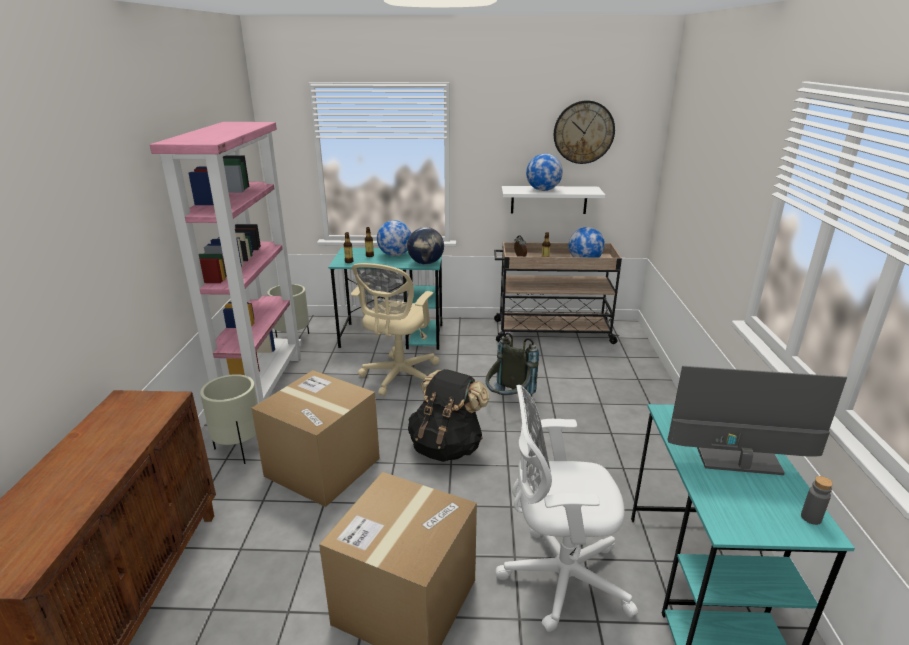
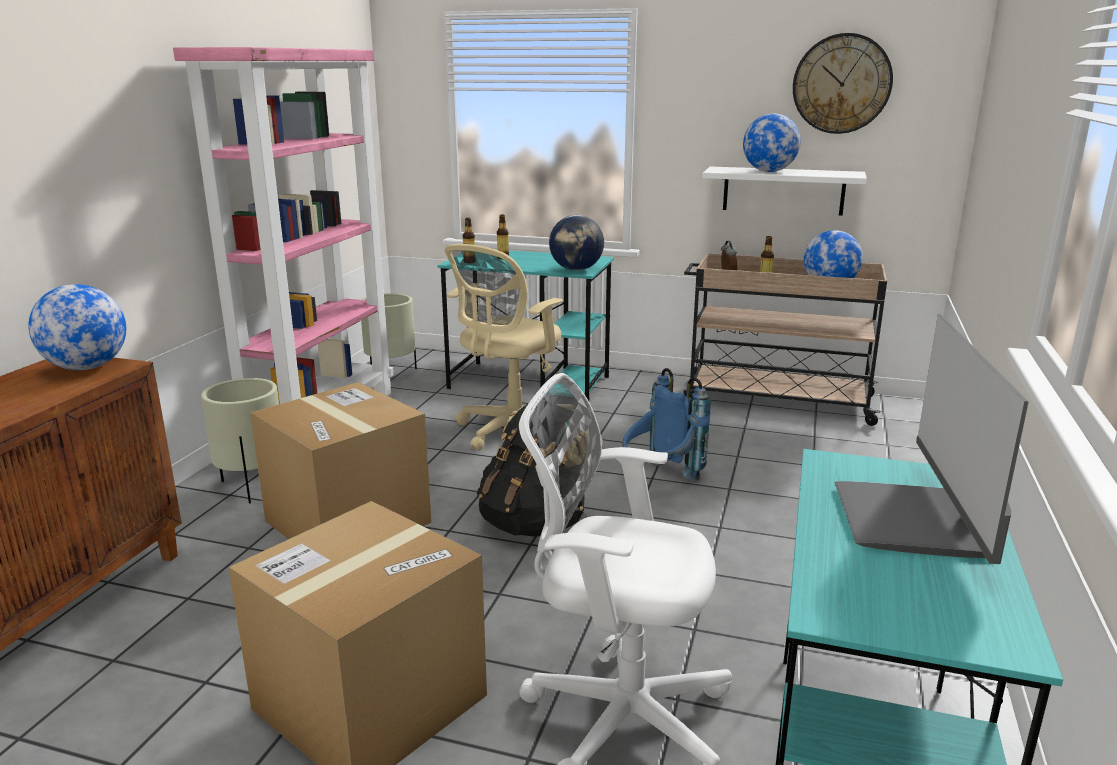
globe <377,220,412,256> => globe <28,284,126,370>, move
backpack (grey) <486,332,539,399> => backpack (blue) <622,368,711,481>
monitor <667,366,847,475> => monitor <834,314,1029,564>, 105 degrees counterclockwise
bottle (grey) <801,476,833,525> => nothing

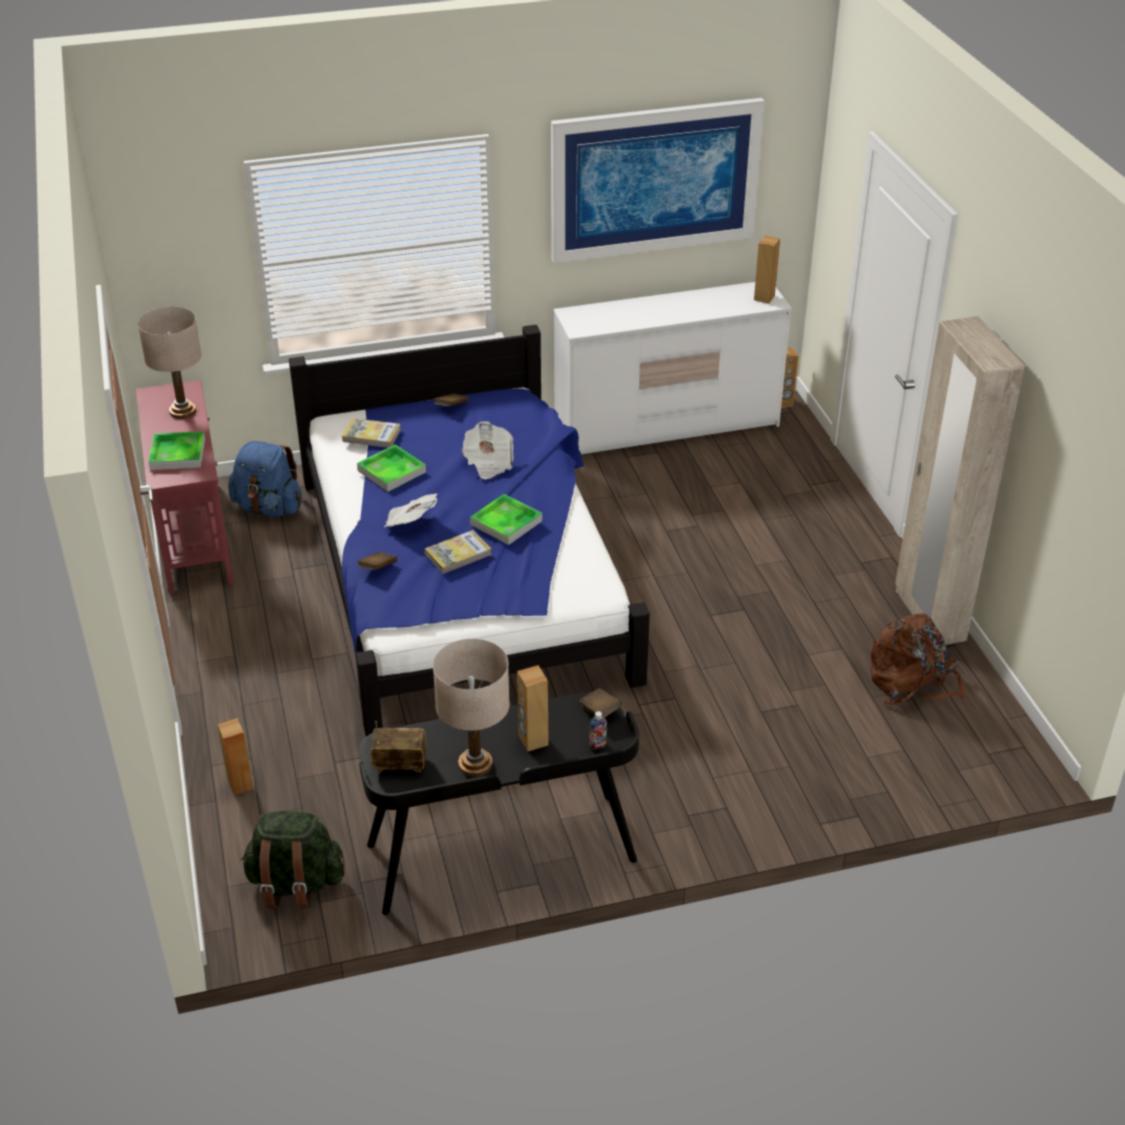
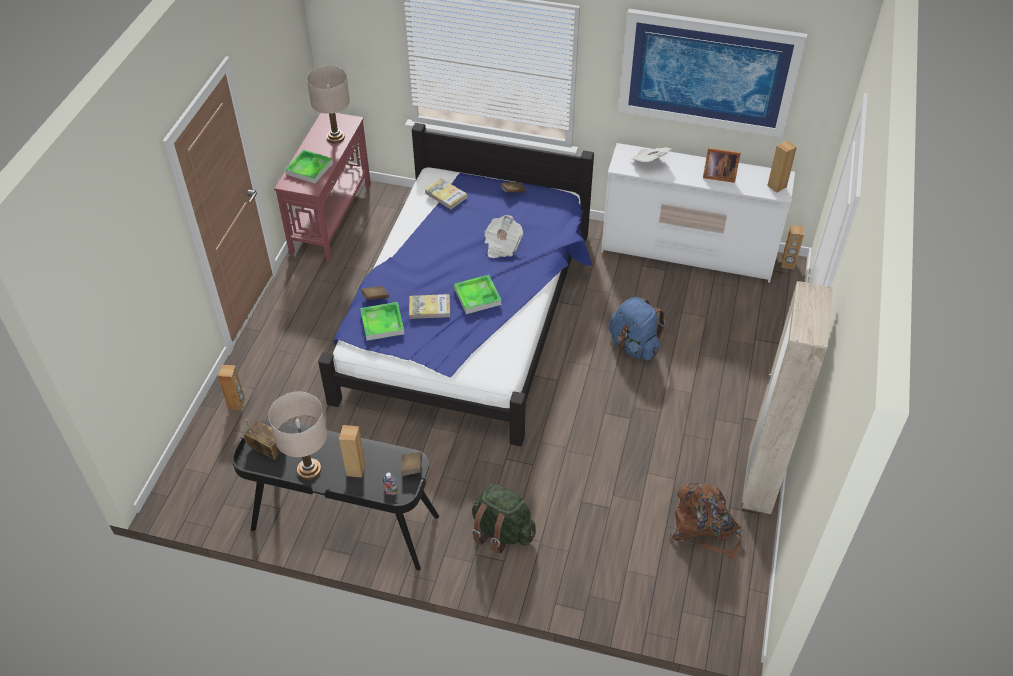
backpack (blue) <228,441,302,517> => backpack (blue) <609,297,665,361>, move
backpack (green) <241,811,345,909> => backpack (green) <472,484,536,554>, move
tray <357,444,426,492> => tray <360,302,404,341>, move
newspaper <384,493,437,527> => newspaper <632,147,671,162>, move
nothing => picture frame <703,148,741,183>

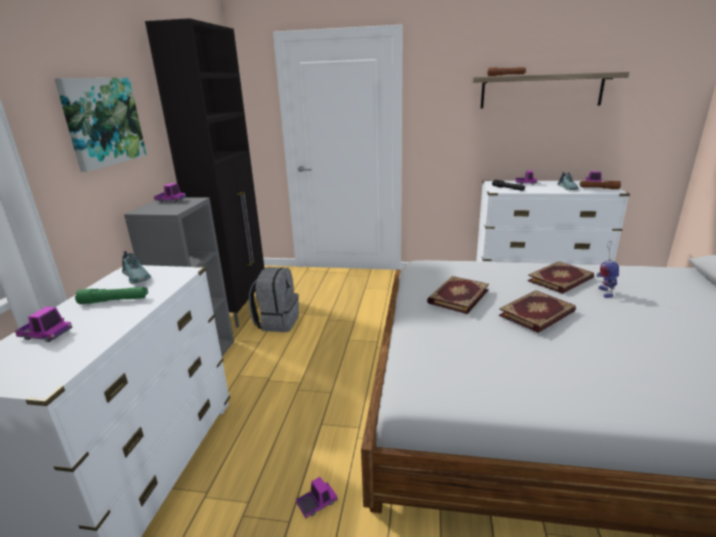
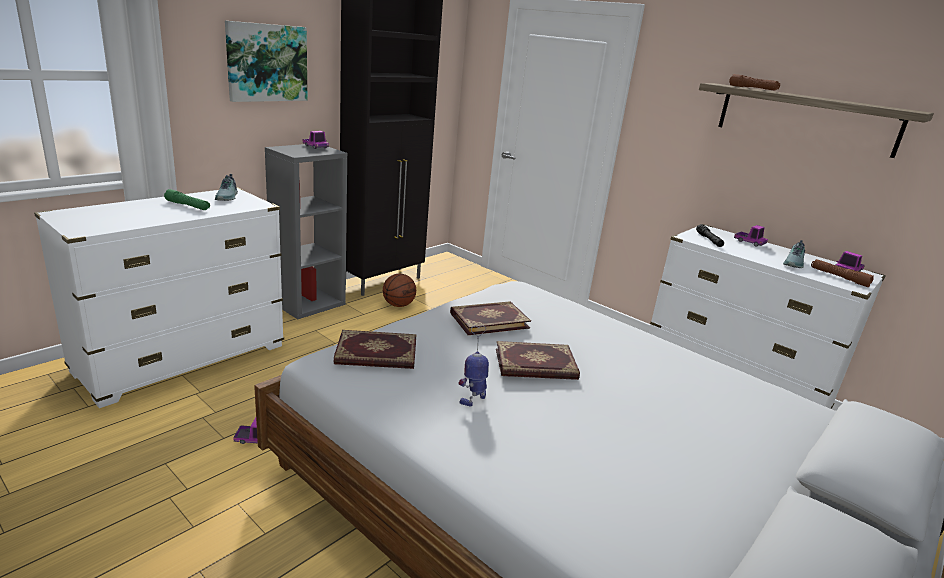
toy truck <15,306,72,342> => nothing
backpack (grey) <249,267,299,332> => basketball <383,274,416,307>
book <527,261,594,294> => book <334,330,417,369>, move
toy robot <596,242,619,298> => toy robot <458,326,489,407>, move

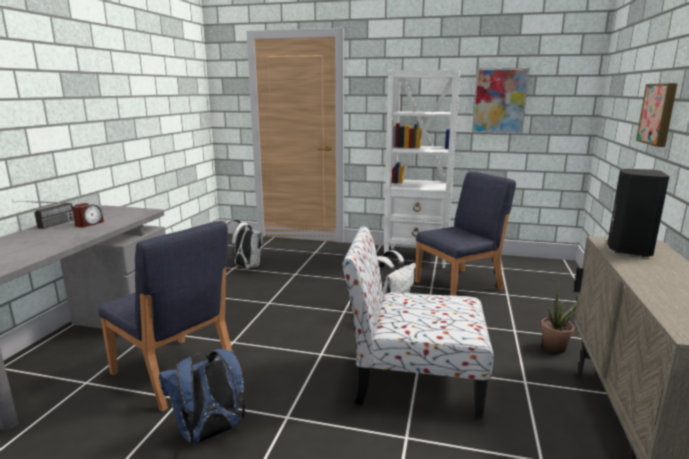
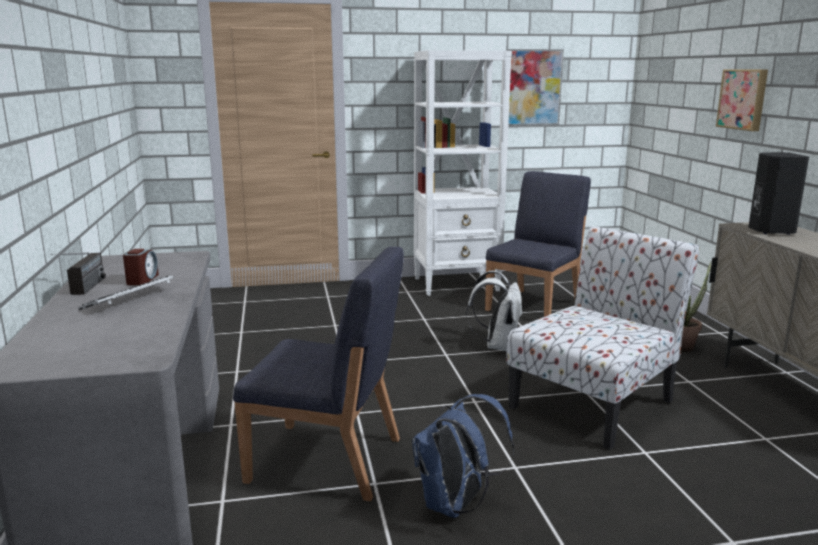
backpack (white) <225,219,264,269> => nothing
chair <342,226,493,419> => chair <506,226,700,450>, 150 degrees clockwise
nothing => keyboard <78,275,174,310>

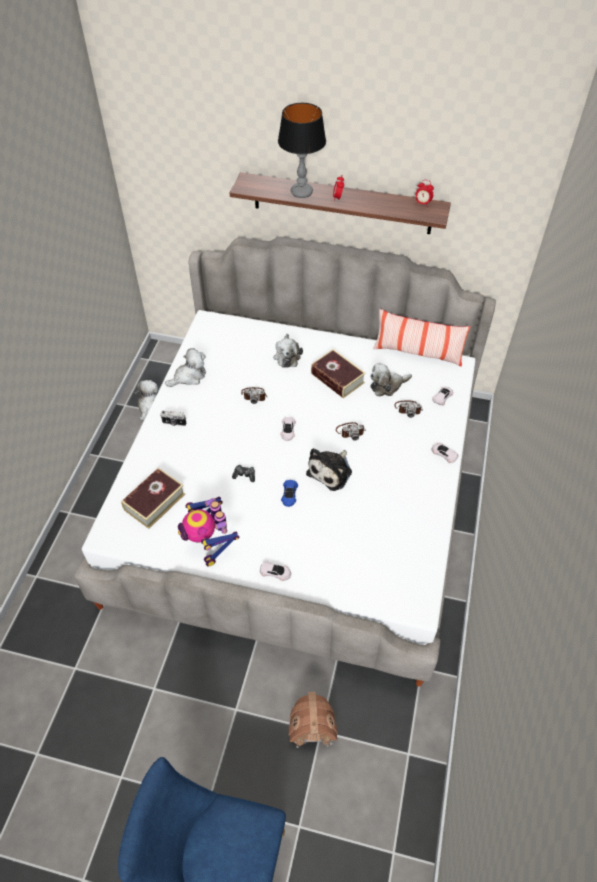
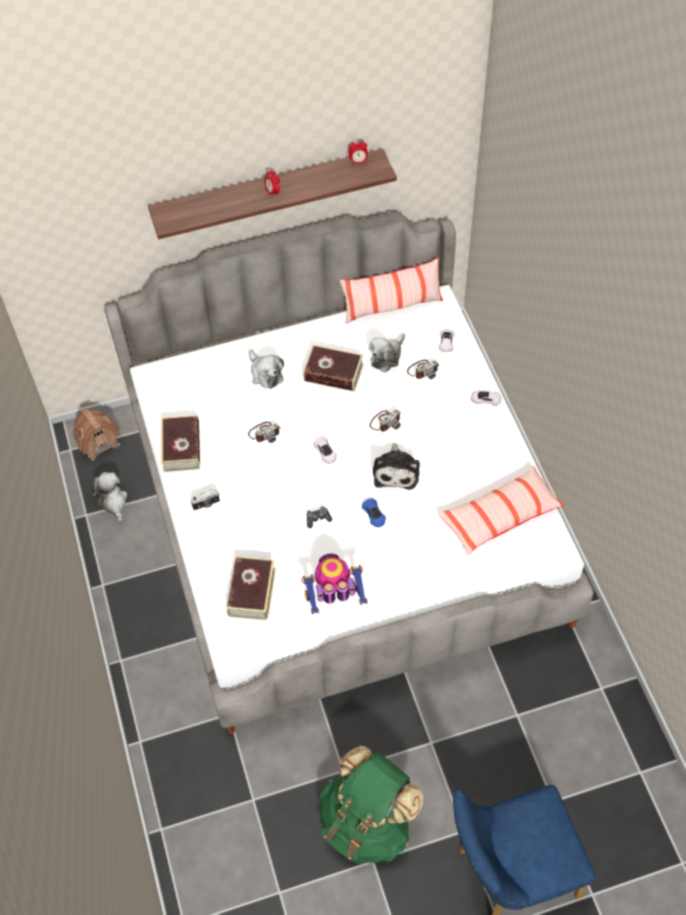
plush toy <165,348,206,387> => book <161,415,200,472>
toy robot <178,497,240,566> => toy robot <301,554,368,615>, 135 degrees clockwise
toy car (white) <260,561,291,581> => nothing
table lamp <278,103,326,198> => nothing
toy house <289,692,338,748> => toy house <73,408,121,461>, move
nothing => backpack (green) <319,746,423,865>
nothing => pillow <438,466,565,556>

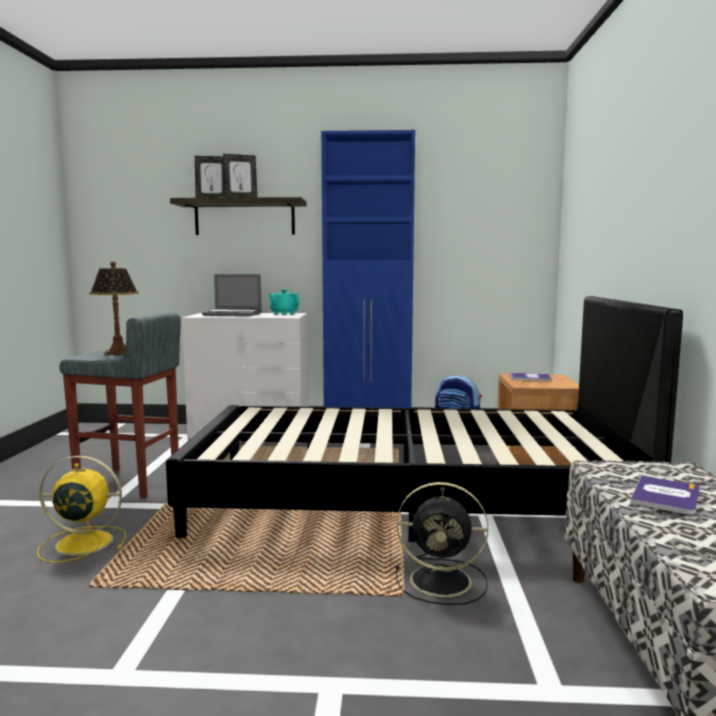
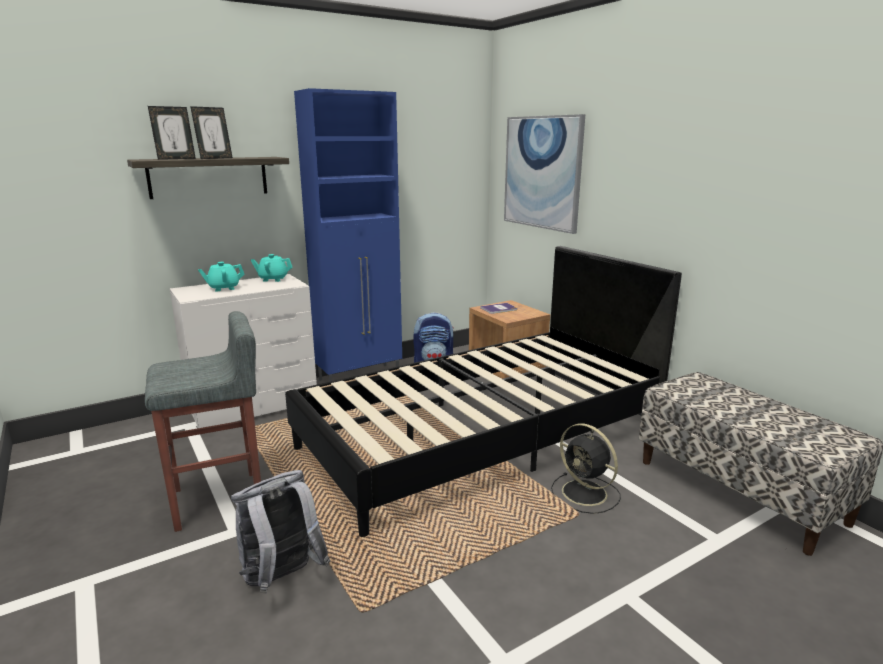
fan (yellow) <37,456,126,563> => backpack (grey) <231,470,331,593>
table lamp <89,262,139,355> => nothing
laptop <202,274,262,317> => teapot (turquoise) <198,262,244,291>
fan (black) <395,482,488,605> => fan (black) <551,423,621,514>, 75 degrees clockwise
book <630,476,700,515> => nothing
nothing => picture <504,114,585,234>

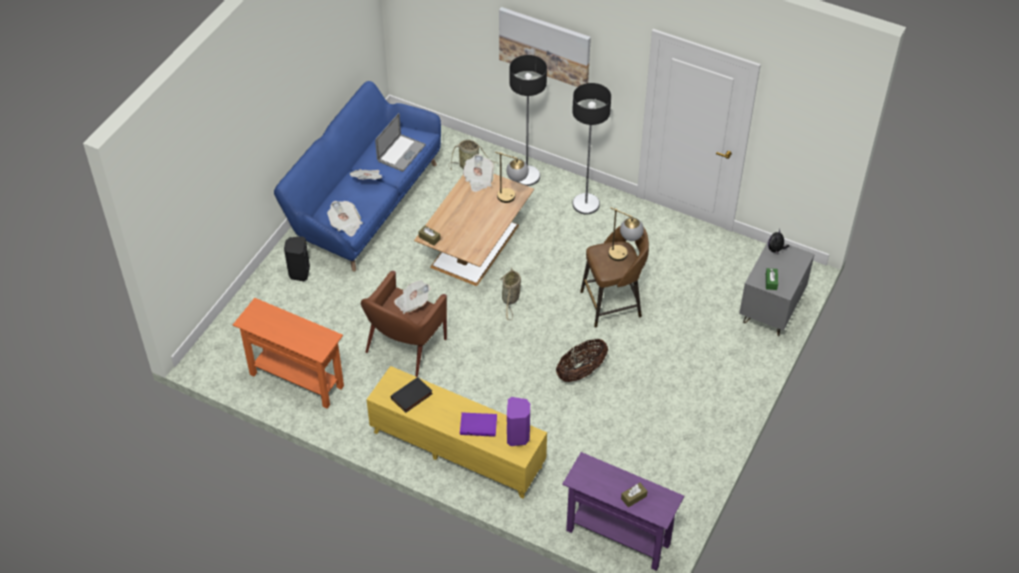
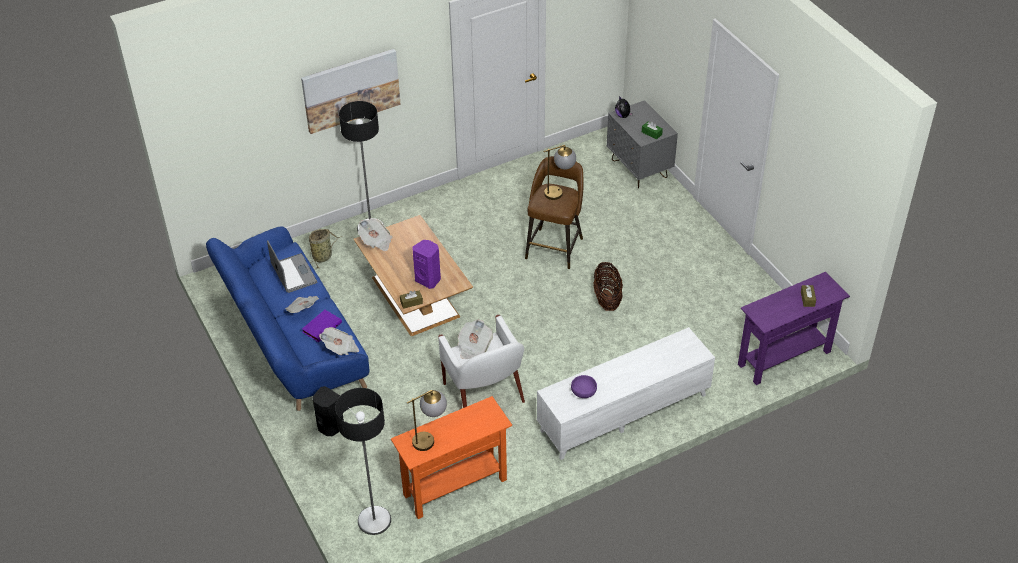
armchair (brown) <361,271,447,377> => armchair (white) <438,315,525,408>
tv stand (yellow) <366,366,547,499> => tv stand (white) <537,327,715,460>
book (black) <391,377,433,413> => bowl (purple) <571,375,597,398>
book (purple) <460,412,497,437> => book (purple) <302,310,342,342>, move
table lamp <495,152,529,203> => table lamp <407,390,447,451>, move
basket <500,268,521,320> => nothing
speaker (purple) <507,397,530,446> => speaker (purple) <412,240,441,289>, move
floor lamp <572,83,611,214> => floor lamp <335,388,391,535>, move

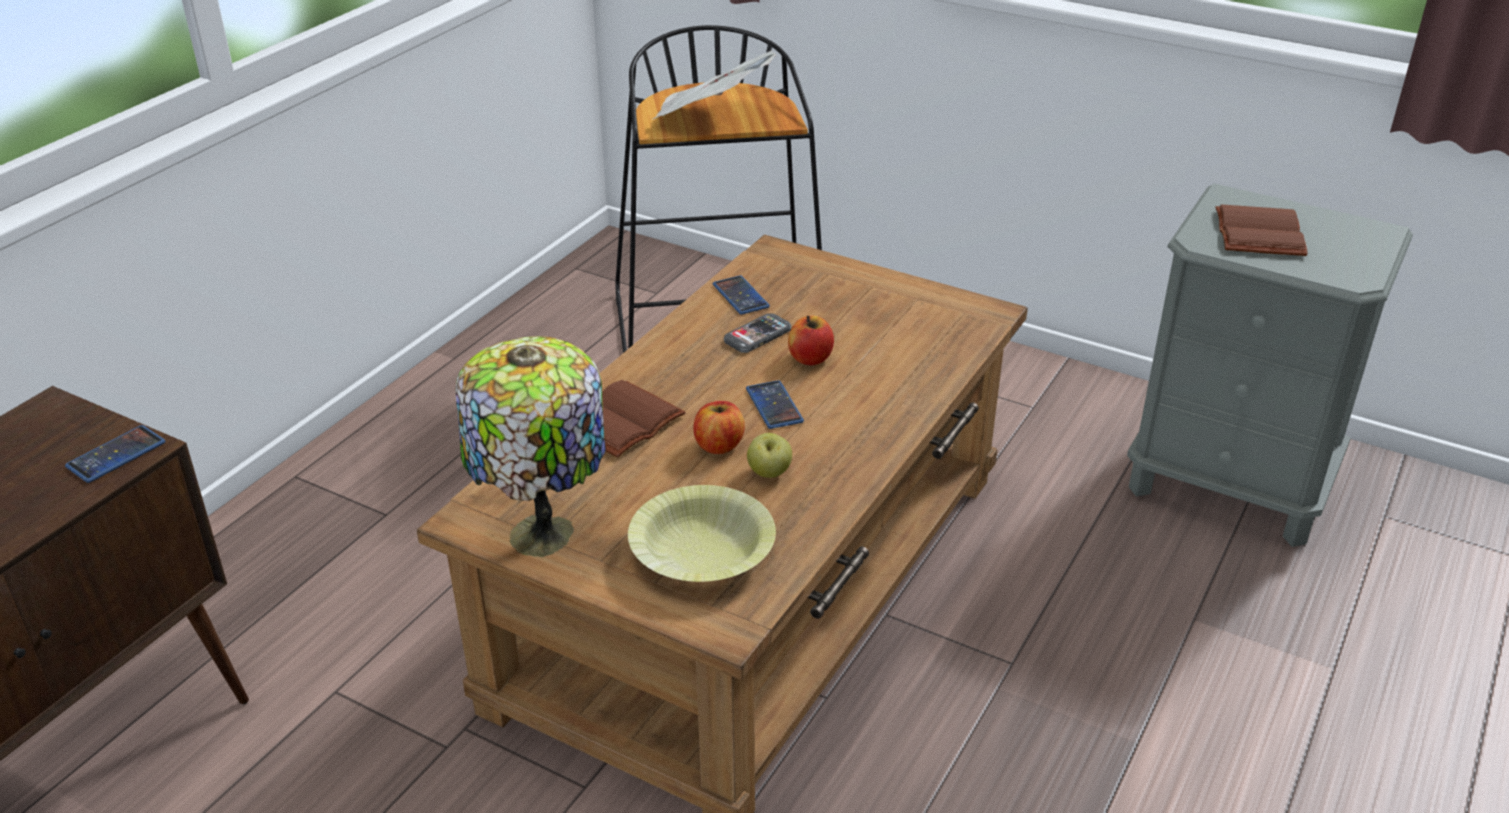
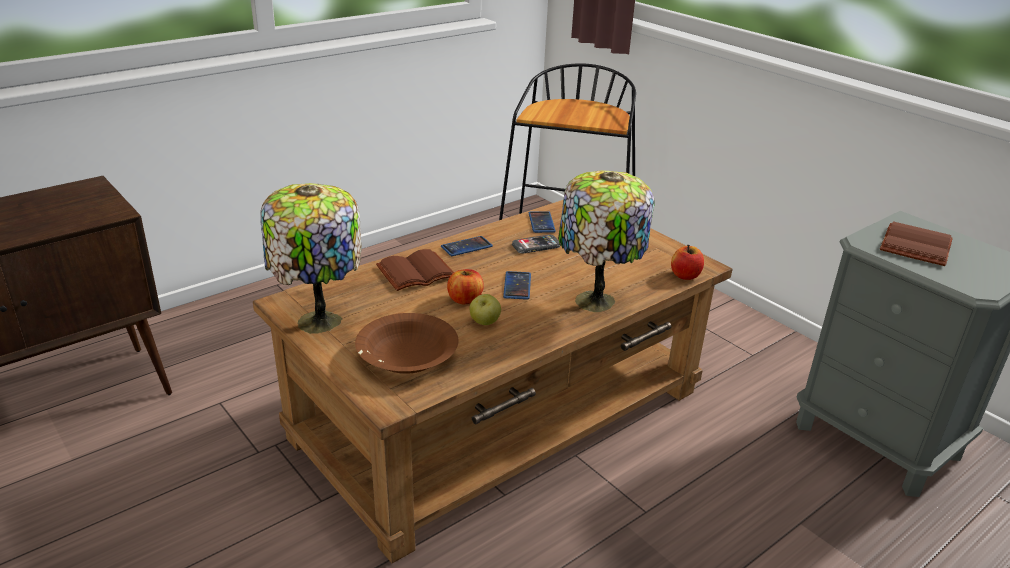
phone <65,425,165,483> => phone <441,236,493,256>, move
bowl (yellow) <628,485,776,582> => bowl (brown) <355,313,458,374>
newspaper <653,50,776,119> => nothing
apple <788,316,834,365> => apple <671,245,704,280>, move
nothing => table lamp <558,171,655,312>

